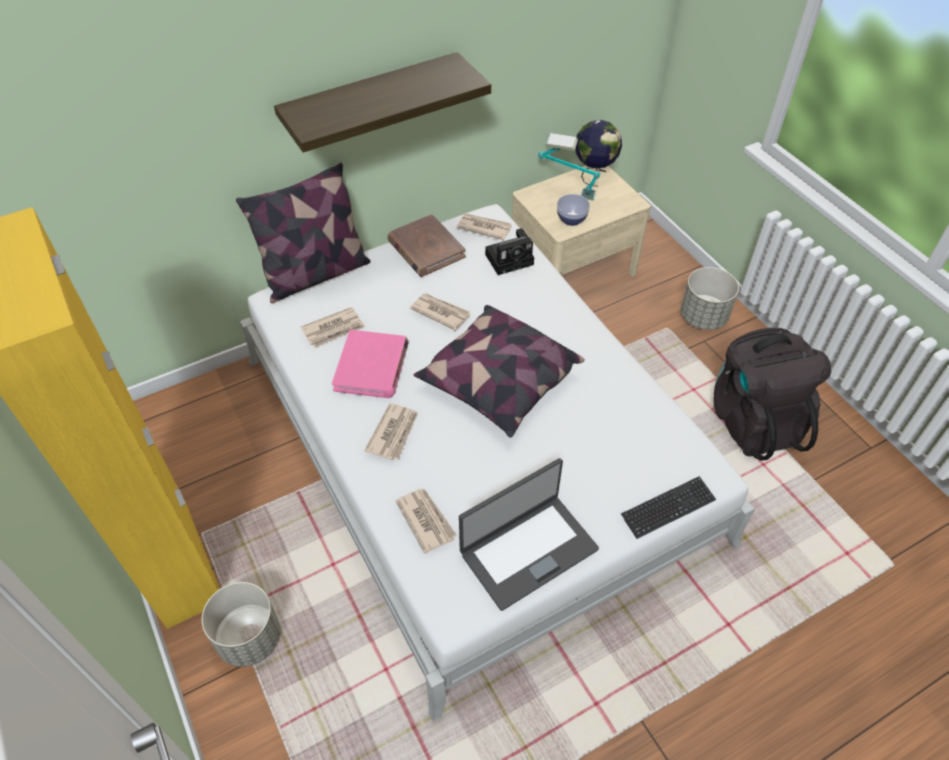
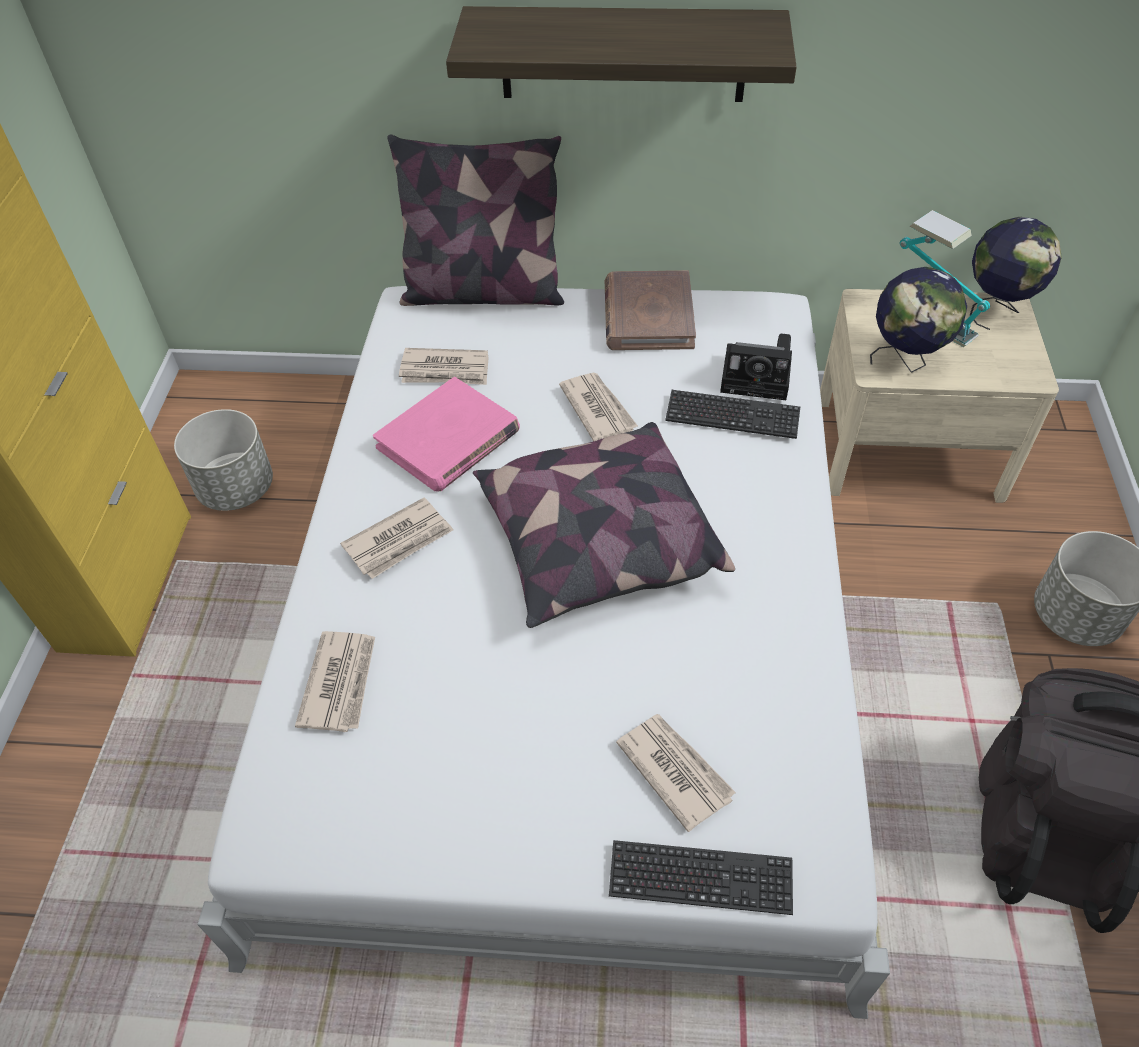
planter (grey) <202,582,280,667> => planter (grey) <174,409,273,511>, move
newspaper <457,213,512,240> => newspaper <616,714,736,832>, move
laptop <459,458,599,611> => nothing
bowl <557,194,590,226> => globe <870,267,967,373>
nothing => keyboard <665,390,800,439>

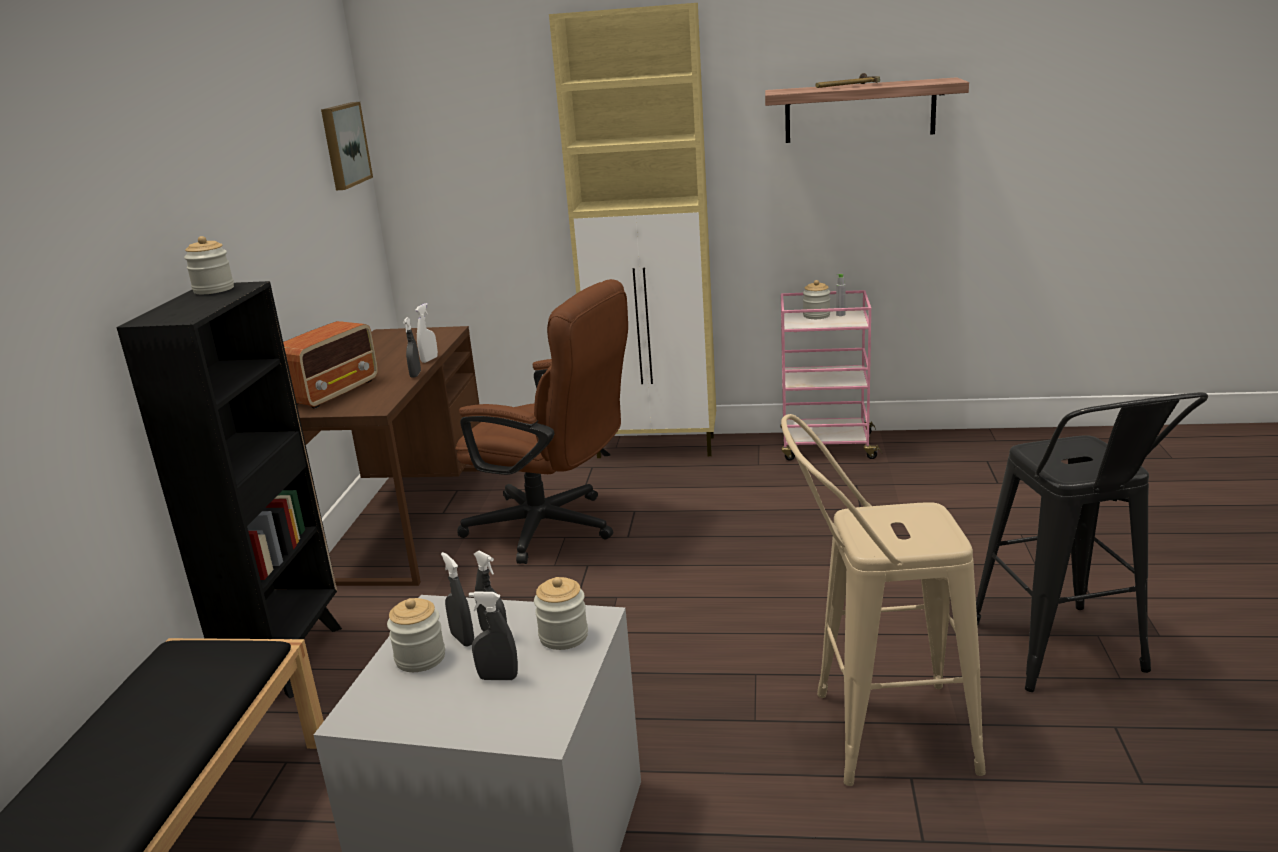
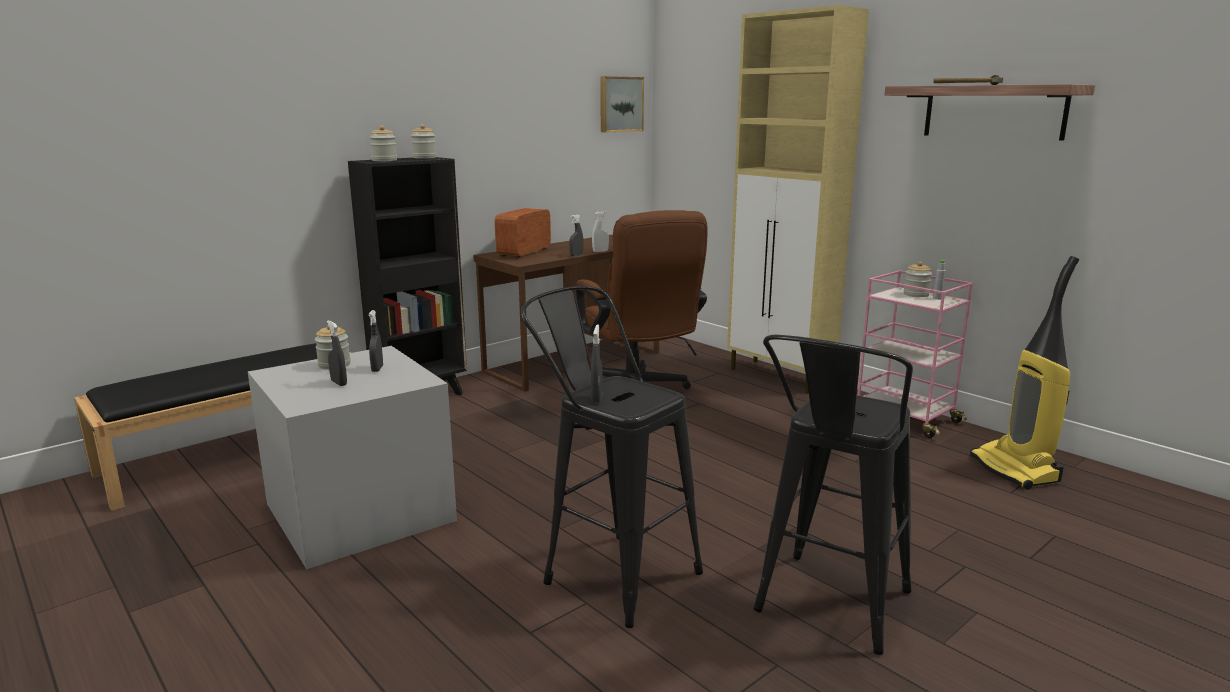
radio <283,321,378,409> => radio <495,208,551,258>, 135 degrees clockwise
spray bottle (grey) <441,552,474,647> => spray bottle (grey) <591,324,603,403>, move
jar <534,577,588,650> => jar <370,125,397,161>, move
stool (beige) <781,414,986,786> => stool (black) <521,286,703,628>
nothing => vacuum cleaner <970,256,1079,490>

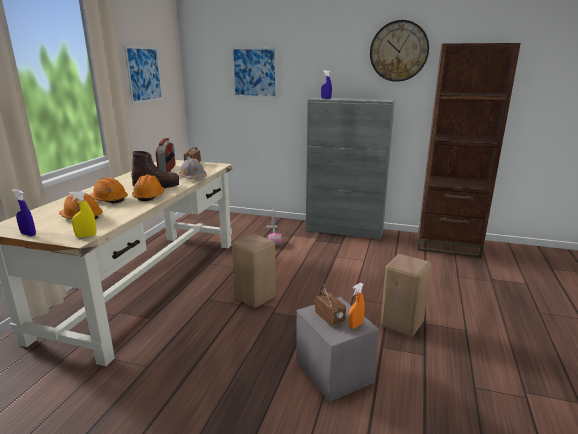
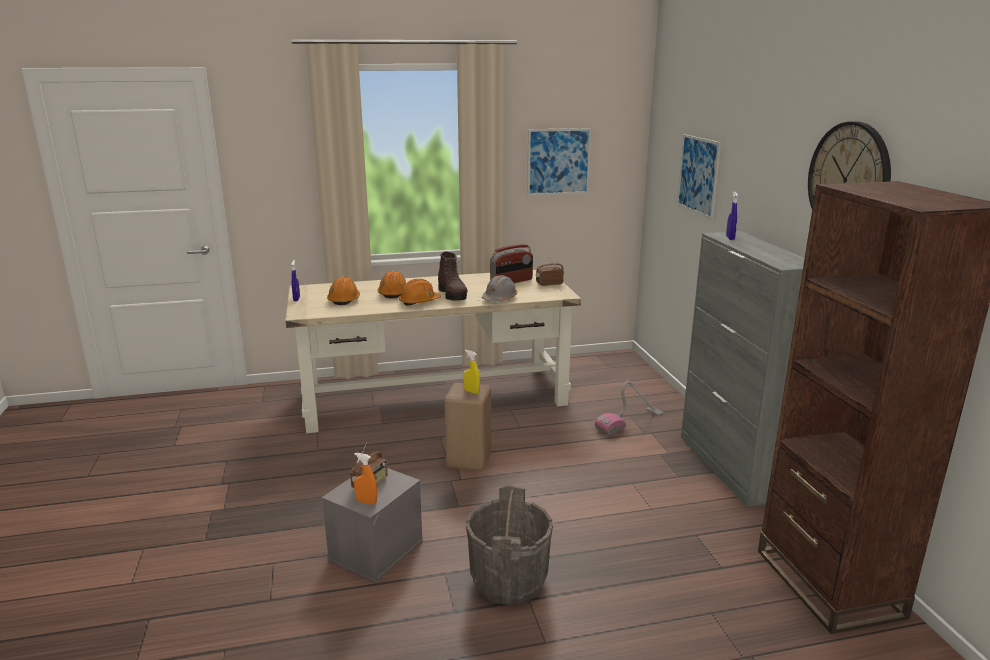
spray bottle (yellow) <69,191,96,238> => spray bottle (yellow) <463,350,480,394>, move
stool (beige) <380,254,431,337> => bucket (grey) <466,486,553,605>

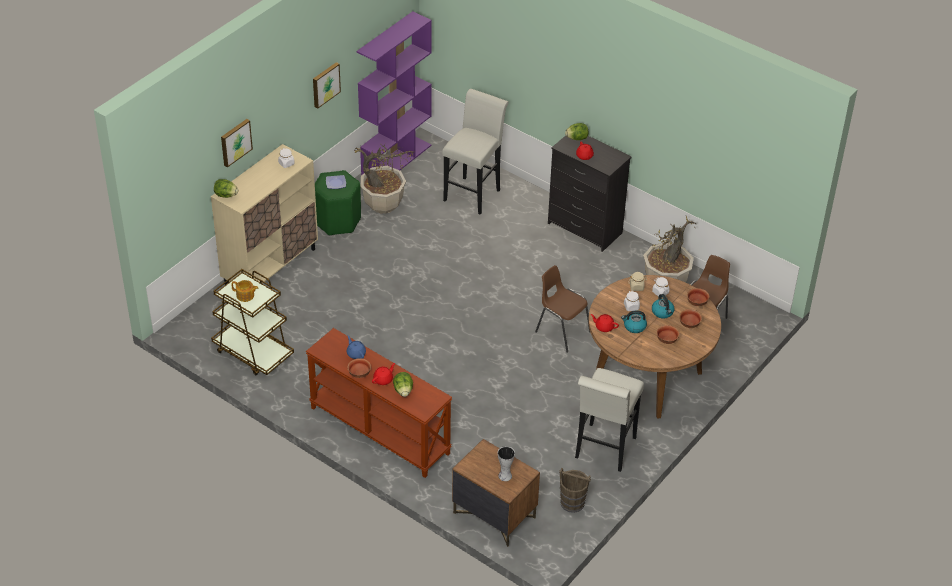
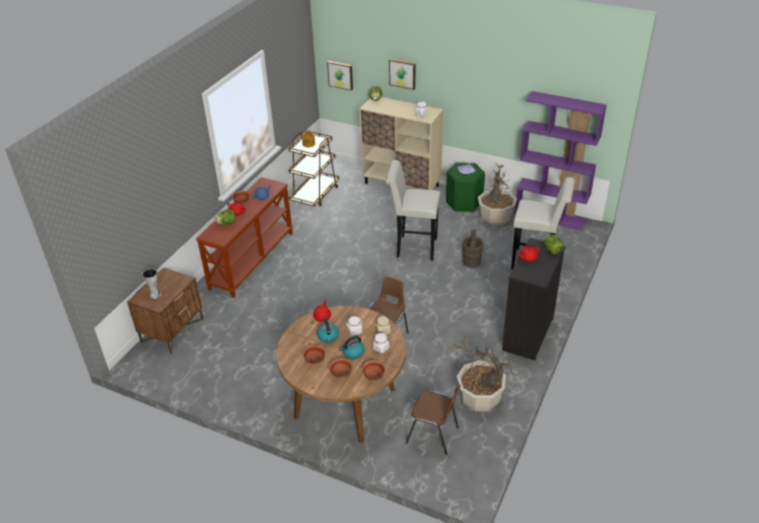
picture <313,62,341,109> => picture <327,61,353,91>, move
bucket (brown) <559,468,591,513> => bucket (brown) <462,229,484,268>, move
stool (white) <575,368,644,472> => stool (white) <386,160,440,261>, move

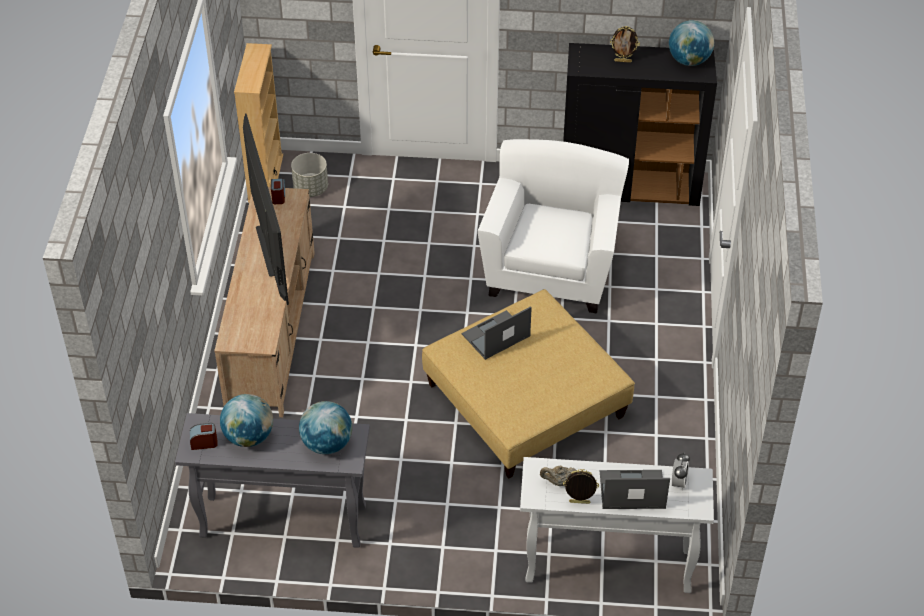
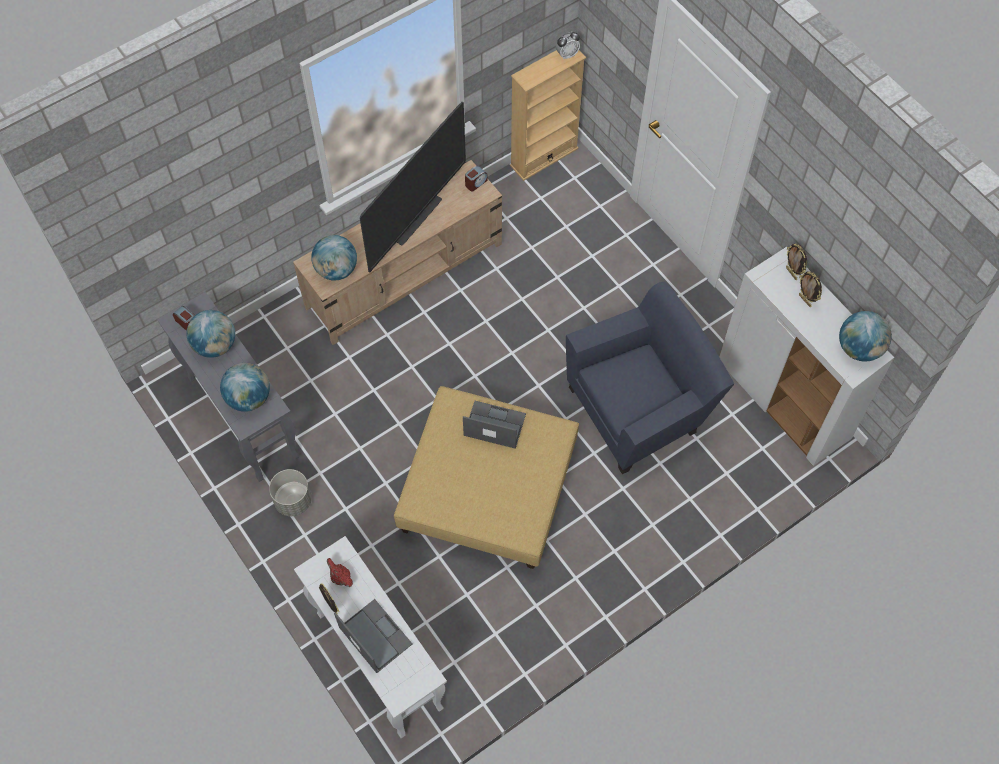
planter (grey) <291,153,328,197> => planter (grey) <269,469,312,516>, move
armchair (white) <478,139,629,313> => armchair (blue) <566,281,734,474>
teapot (beige) <540,465,577,486> => teapot (red) <327,558,353,587>
cabinet (black) <563,43,717,206> => cabinet (white) <719,247,894,466>
alarm clock <672,453,690,490> => alarm clock <556,32,580,60>, move
nothing => globe <311,235,357,280>
nothing => picture frame <786,244,807,280>

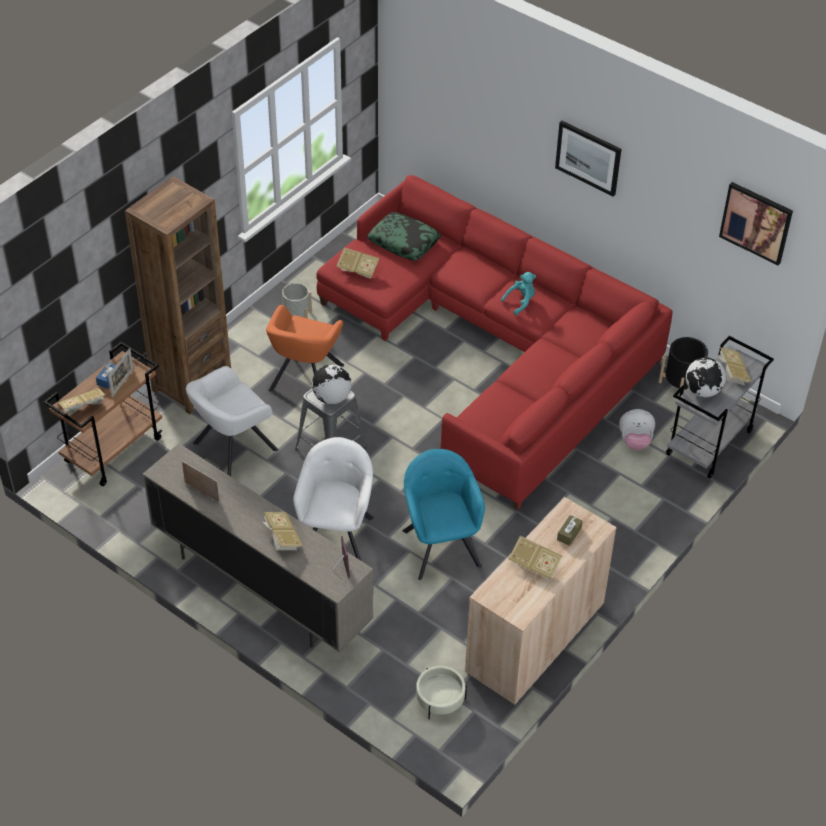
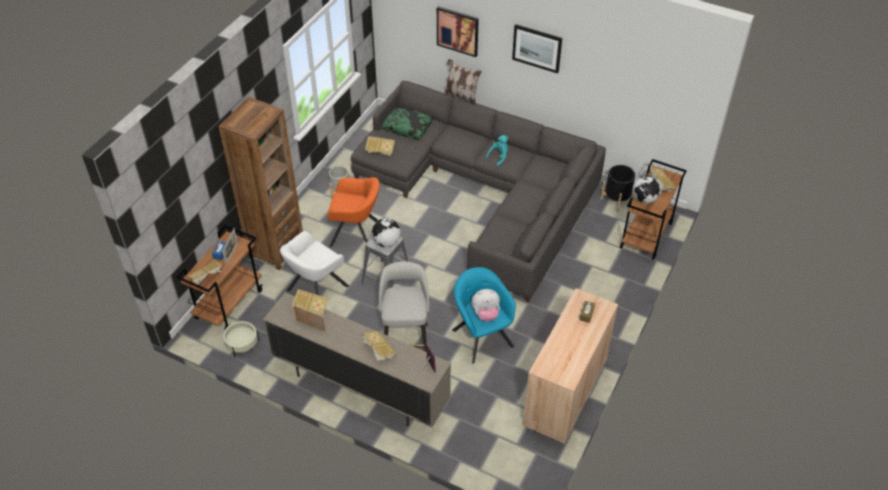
armchair (orange) <266,305,344,392> => armchair (orange) <327,177,380,247>, 90 degrees counterclockwise
armchair (white) <293,437,374,560> => stool (grey) <379,261,429,352>
sofa (red) <316,175,673,510> => sofa (grey) <351,81,606,303>
planter (beige) <416,666,467,719> => planter (beige) <223,321,260,357>, move
book <508,536,562,579> => book <291,289,329,315>, move
plush toy <619,409,655,450> => plush toy <471,289,500,322>, move
cart (grey) <666,336,774,479> => cart (brown) <620,159,687,260>
picture <719,182,793,265> => picture <437,6,479,57>, move
nothing => pillow <443,59,482,105>

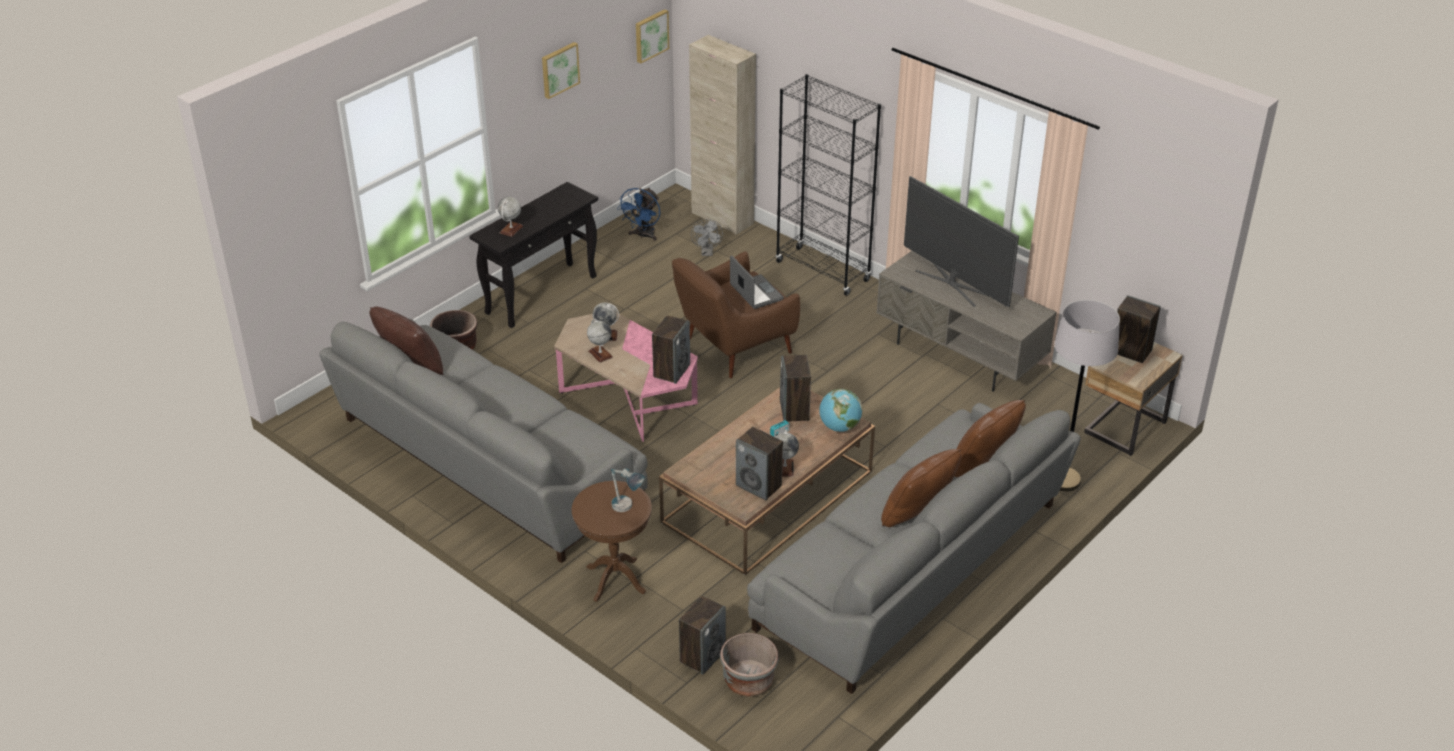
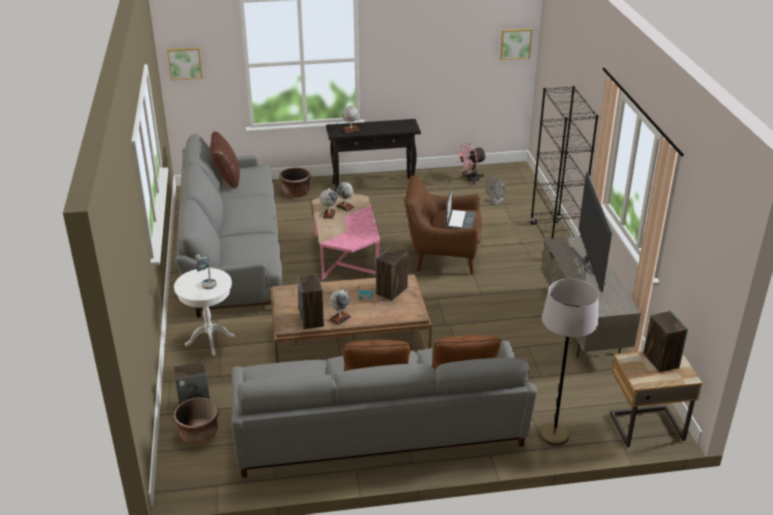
picture <542,42,580,99> => picture <167,47,203,80>, move
side table (brown) <572,481,652,602> => side table (white) <174,268,235,356>
fan (blue) <617,187,660,241> => fan (pink) <455,142,486,185>
speaker <652,315,690,384> => nothing
cabinet (beige) <689,35,756,235> => nothing
planter (grey) <720,633,779,697> => planter (brown) <173,397,219,444>
globe <819,389,862,432> => nothing

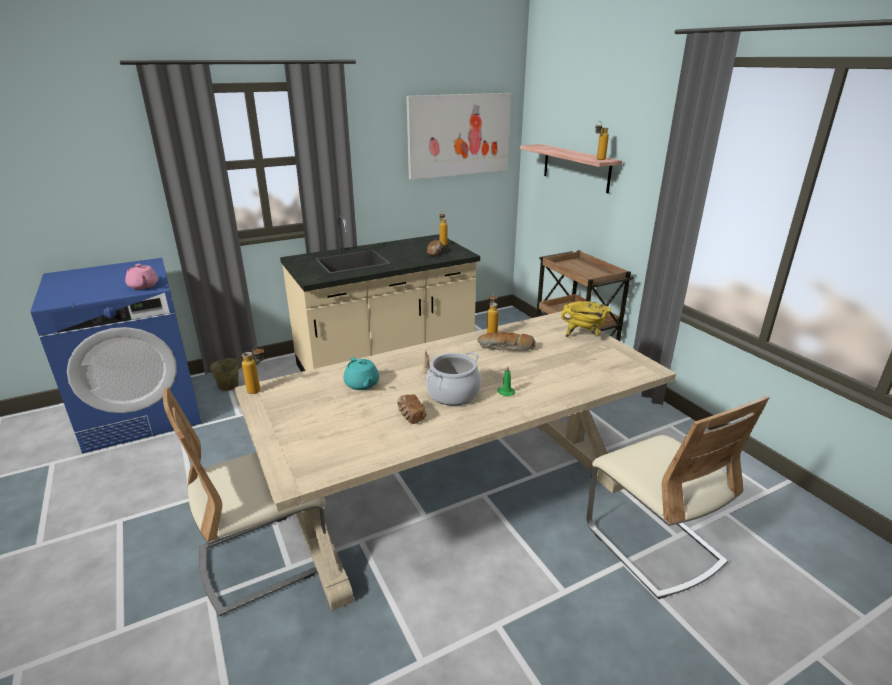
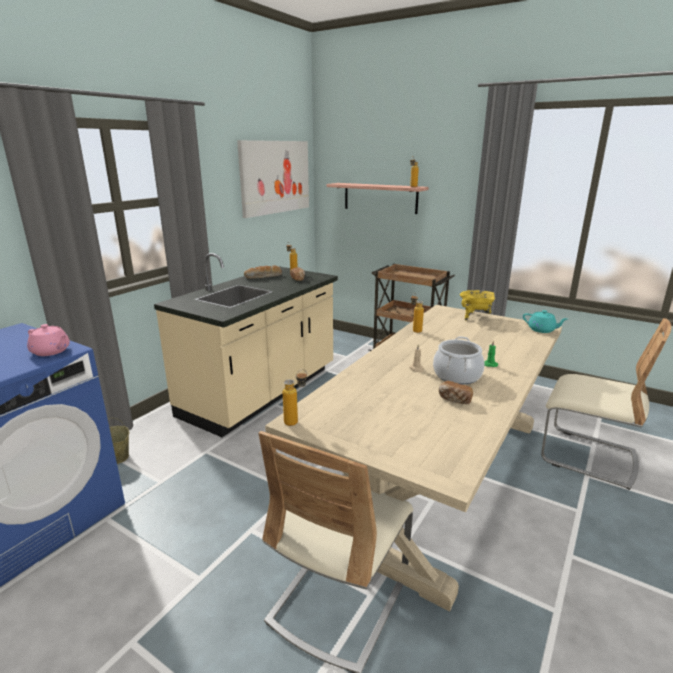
teapot (turquoise) <343,357,379,390> => teapot (turquoise) <523,310,567,333>, move
bread <478,332,535,351> => bread <244,266,282,279>, move

